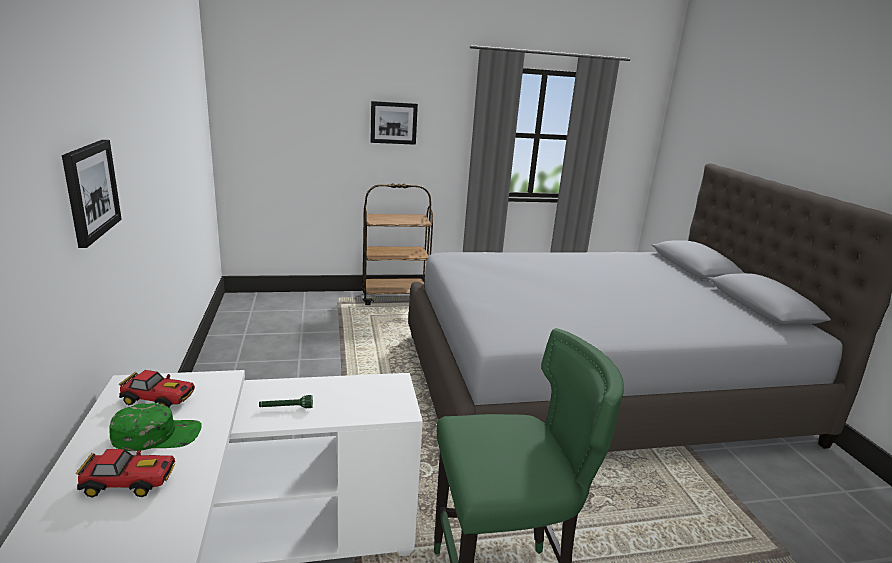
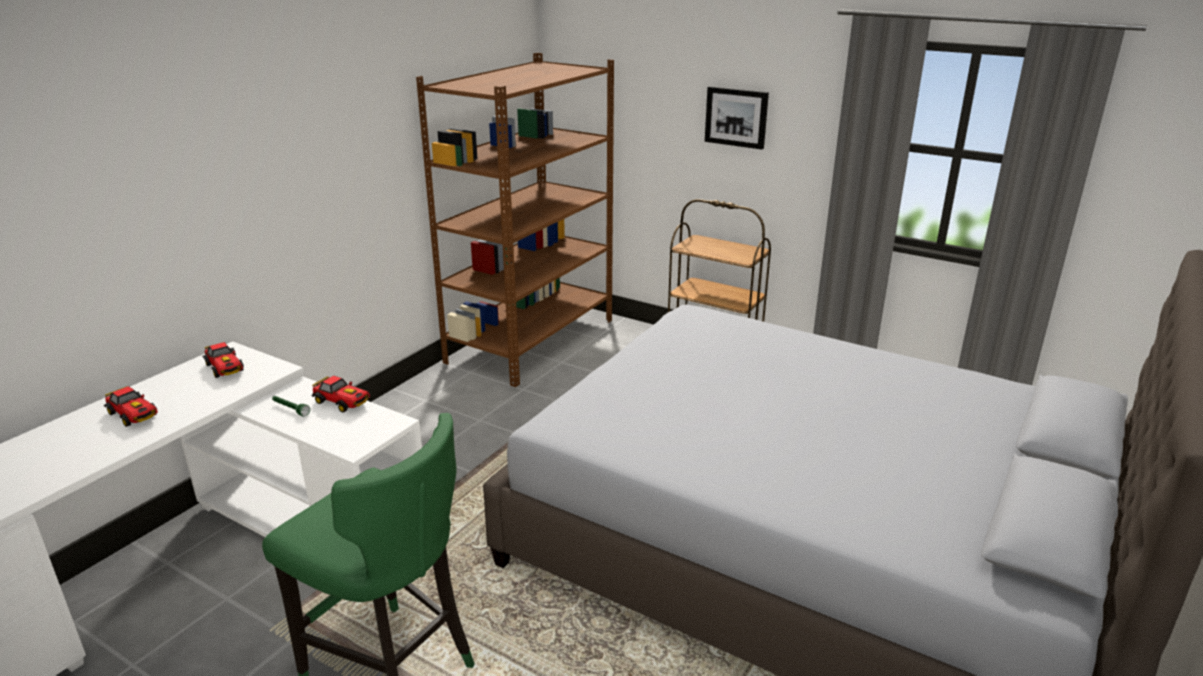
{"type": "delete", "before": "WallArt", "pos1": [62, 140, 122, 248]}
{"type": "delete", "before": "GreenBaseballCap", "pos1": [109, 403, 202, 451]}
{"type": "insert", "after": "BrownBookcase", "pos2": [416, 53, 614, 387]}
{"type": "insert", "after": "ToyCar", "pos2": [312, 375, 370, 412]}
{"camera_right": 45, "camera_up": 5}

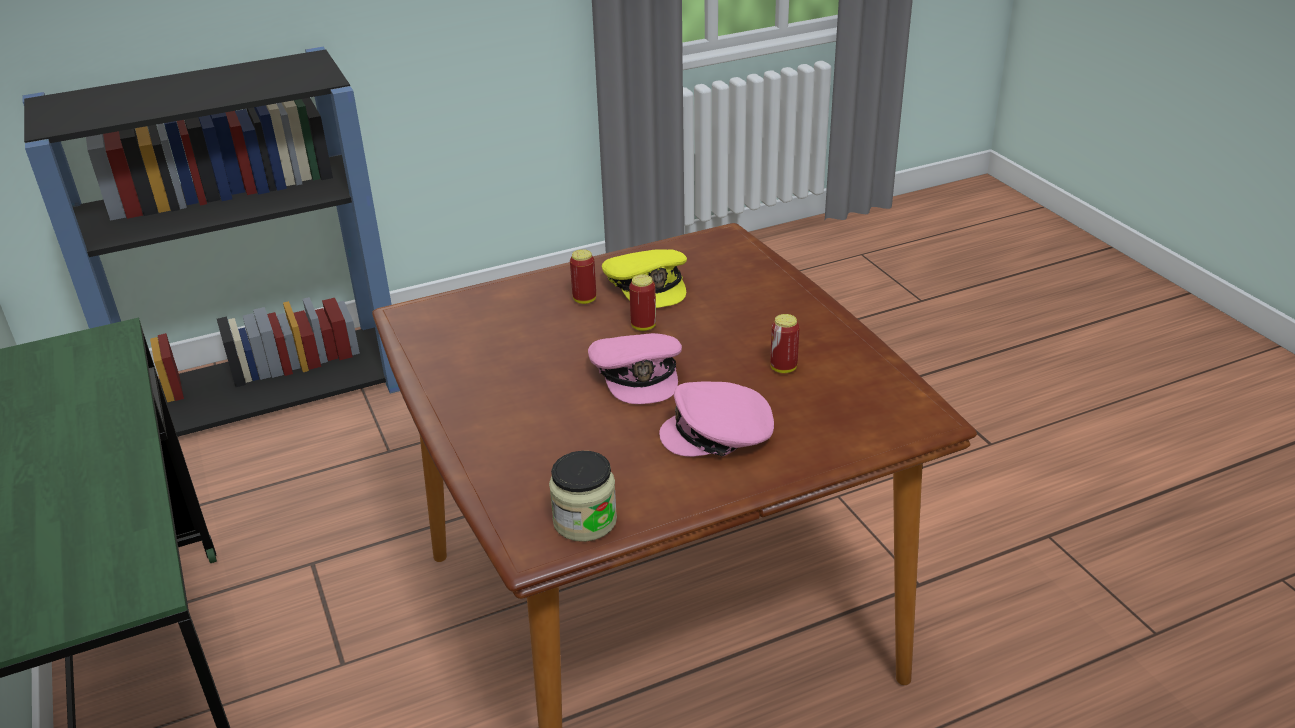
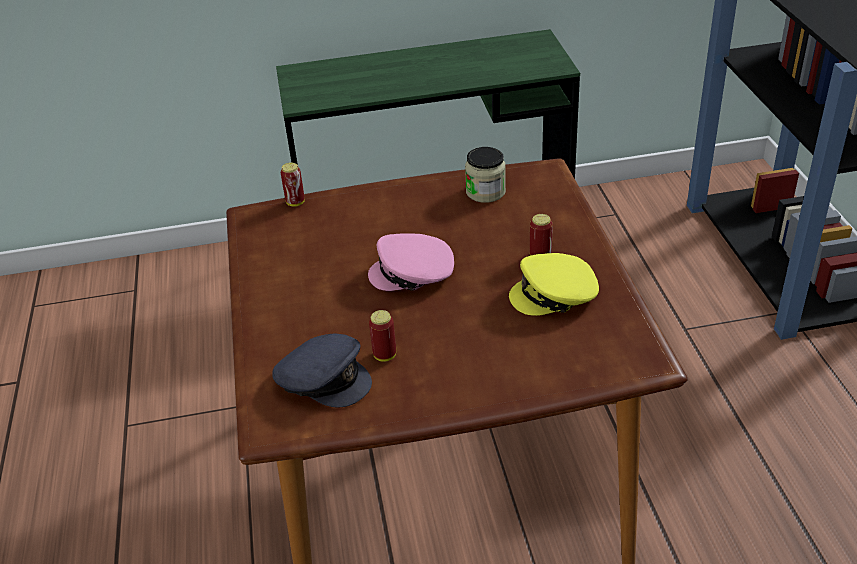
{"type": "move", "before": "MetalCan", "pos1": [629, 275, 656, 331], "pos2": [281, 163, 305, 207]}
{"type": "delete", "before": "PinkishBaseballCap", "pos1": [659, 381, 774, 457]}
{"type": "move", "before": "PreserveJar", "pos1": [549, 451, 617, 542], "pos2": [465, 147, 506, 203]}
{"type": "insert", "after": "GreyishBaseballCap", "pos2": [272, 334, 372, 408]}
{"camera_right": 105, "camera_up": 5}

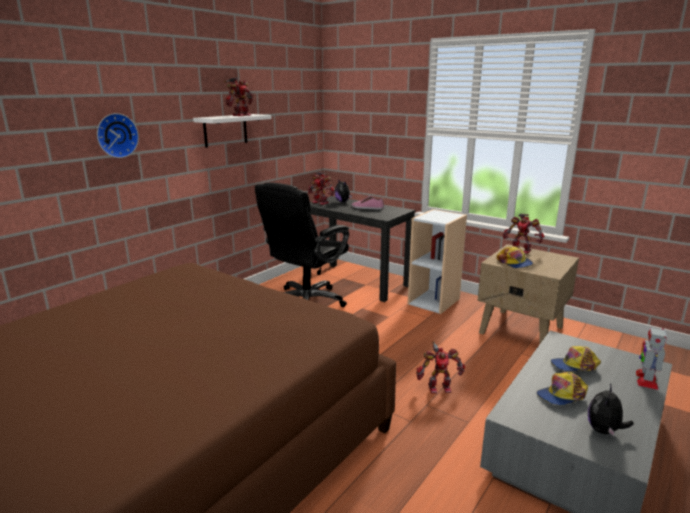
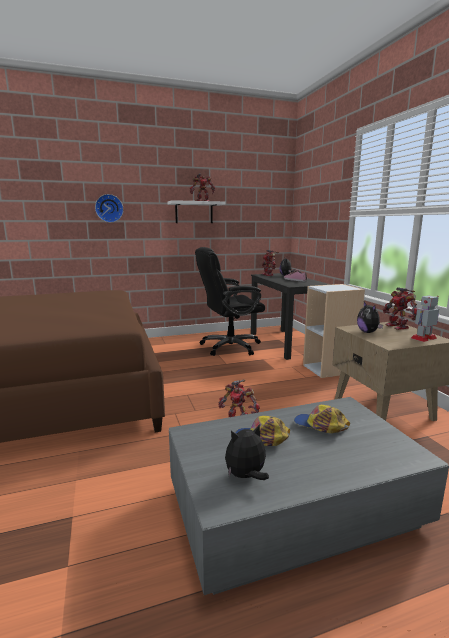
{"type": "replace", "before": "BaseballCap", "after": "SoftToy", "pos1": [497, 246, 533, 268], "pos2": [357, 302, 383, 333]}
{"type": "move", "before": "ToyRobot", "pos1": [636, 328, 667, 390], "pos2": [411, 296, 439, 342]}
{"camera_right": 35, "camera_up": -5}

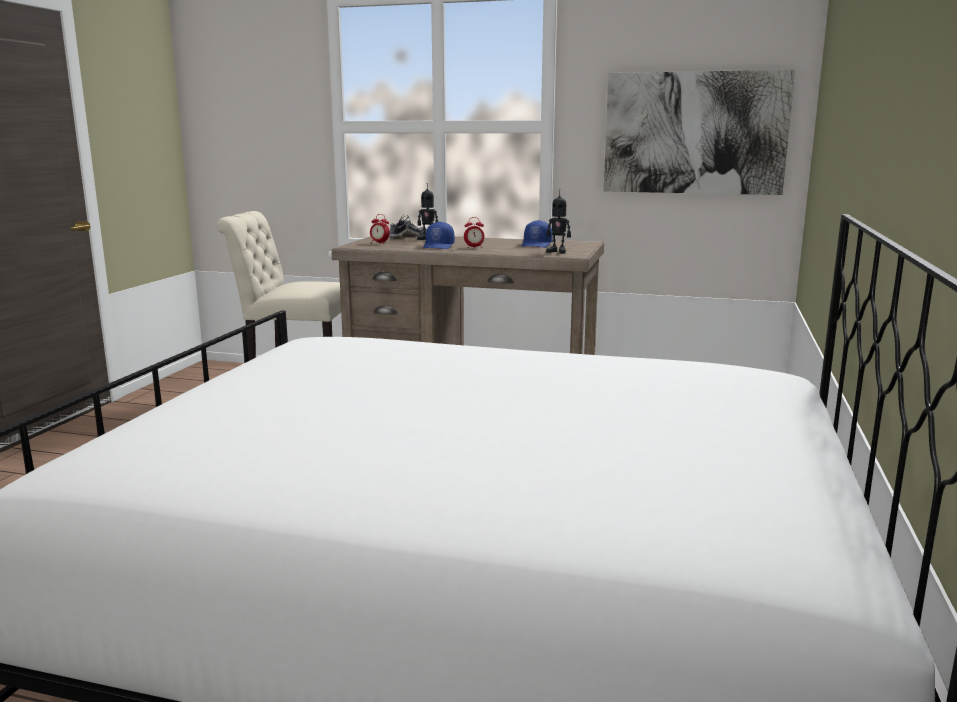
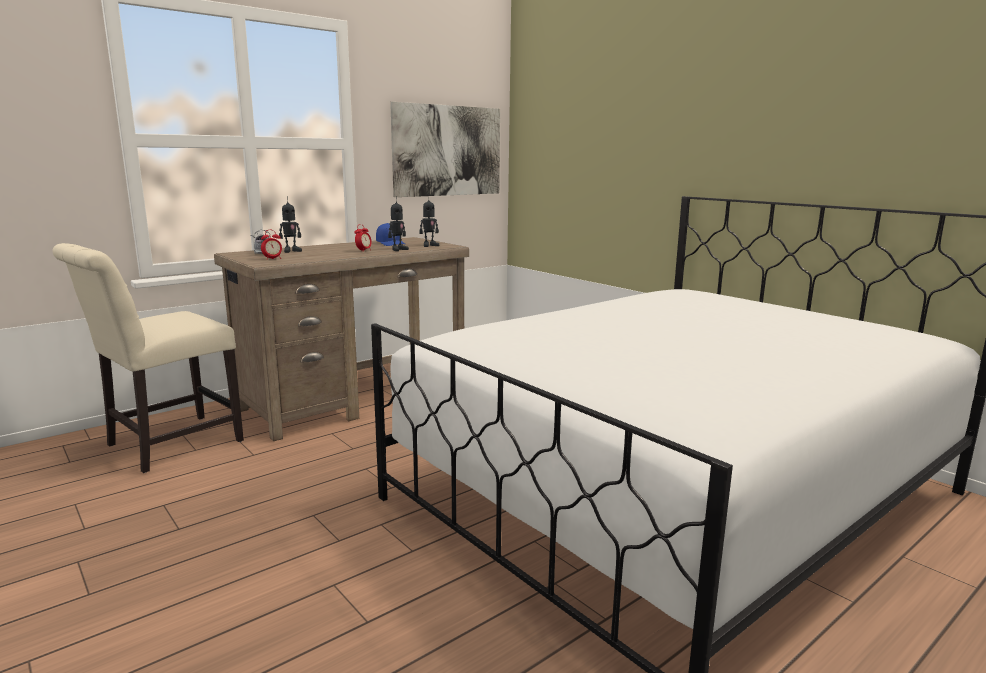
{"type": "delete", "before": "BluishBaseballCap", "pos1": [423, 221, 455, 249]}
{"type": "insert", "after": "ToyRobot", "pos2": [388, 196, 409, 251]}
{"camera_right": -55, "camera_up": 0}

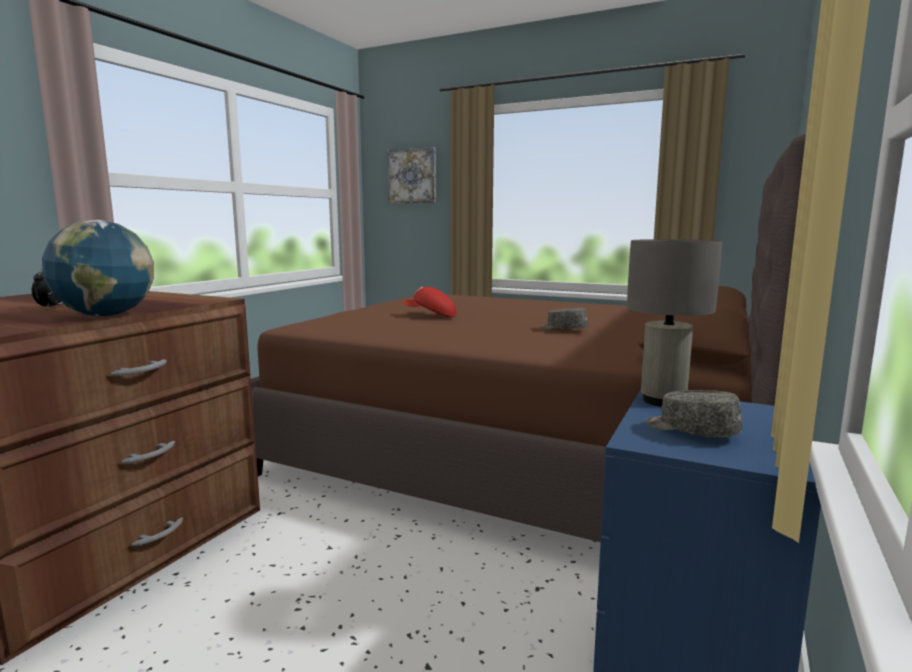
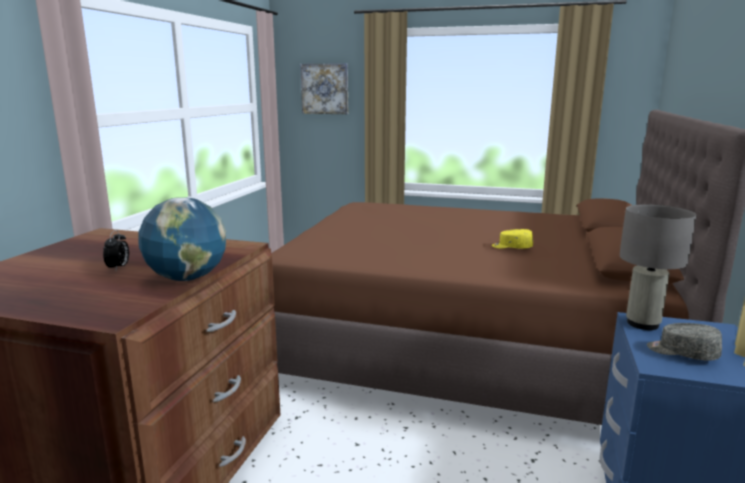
{"type": "delete", "before": "RedColouredBaseballCap", "pos1": [403, 287, 457, 317]}
{"type": "recolor", "before": "GreyishBaseballCap", "after": "YellowColouredBaseballCap", "pos1": [539, 308, 588, 330], "pos2": [492, 229, 533, 249]}
{"camera_right": -10, "camera_up": 5}

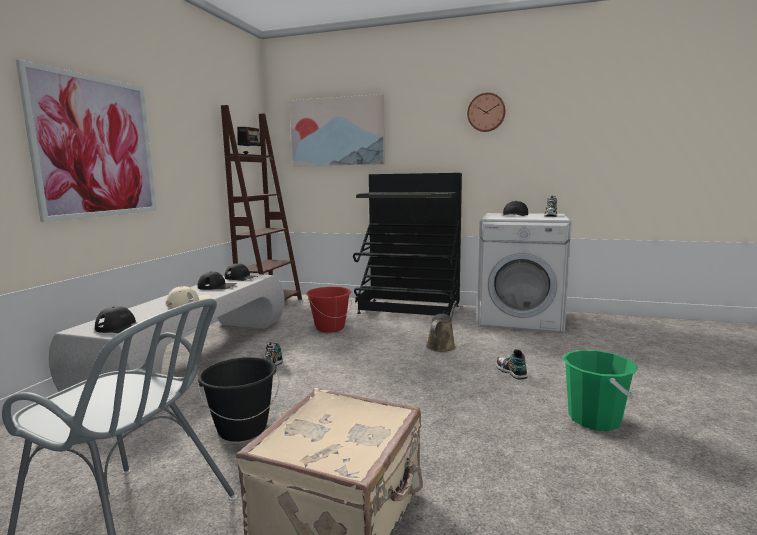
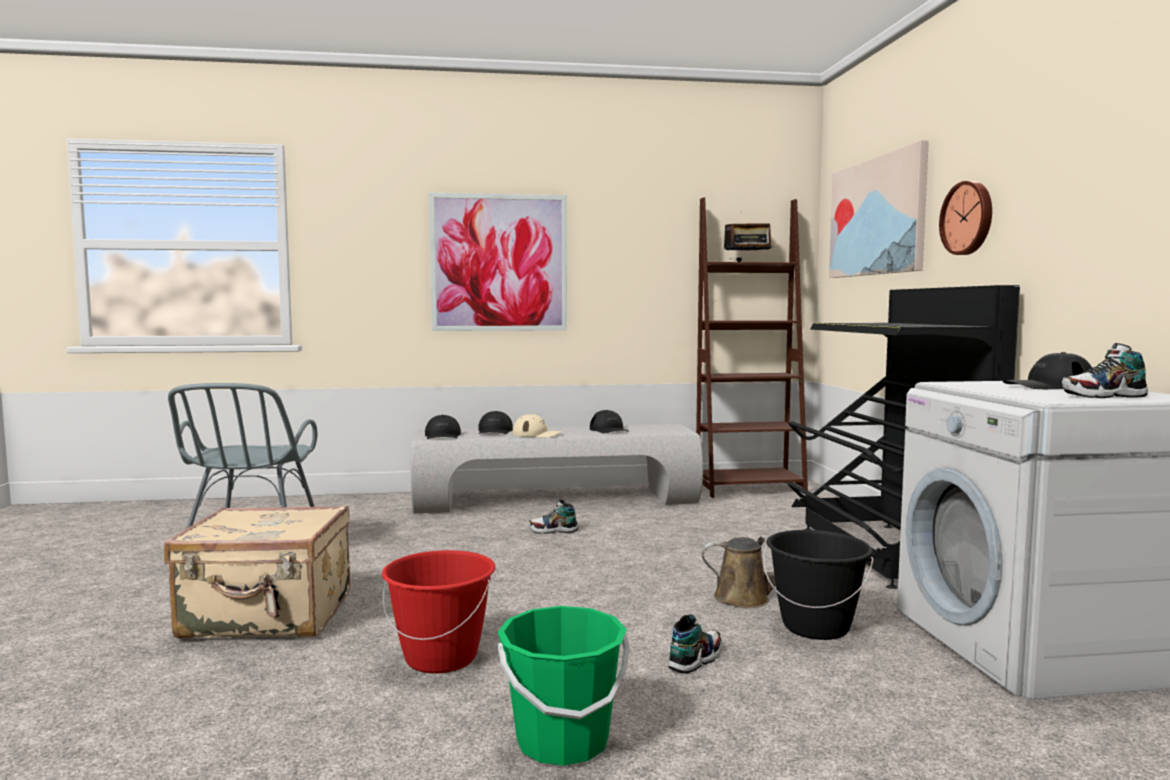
{"type": "move", "before": "ClockOnTheWall", "pos1": [467, 93, 506, 132], "pos2": [939, 181, 992, 255]}
{"type": "move", "before": "BlackColouredBaseballCap", "pos1": [225, 263, 258, 281], "pos2": [478, 411, 513, 434]}
{"type": "move", "before": "RedColouredWaterBucket", "pos1": [306, 287, 352, 333], "pos2": [382, 550, 496, 674]}
{"type": "move", "before": "BlackColouredWaterBucket", "pos1": [197, 357, 279, 442], "pos2": [763, 530, 874, 640]}
{"camera_right": 65, "camera_up": -5}

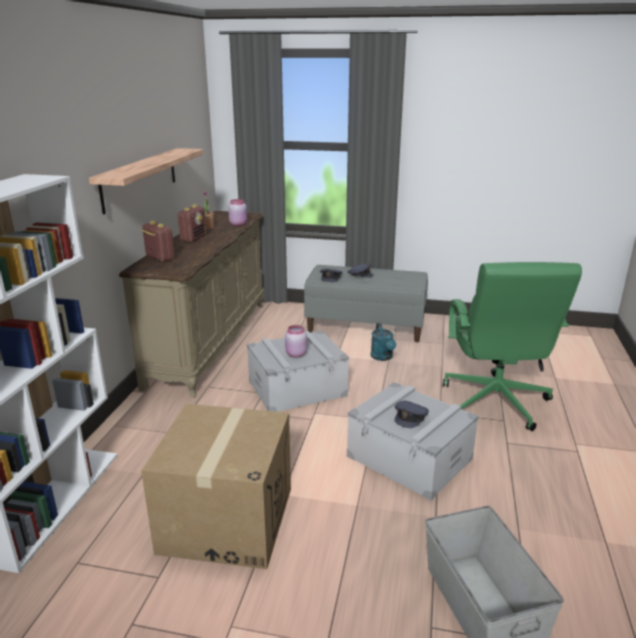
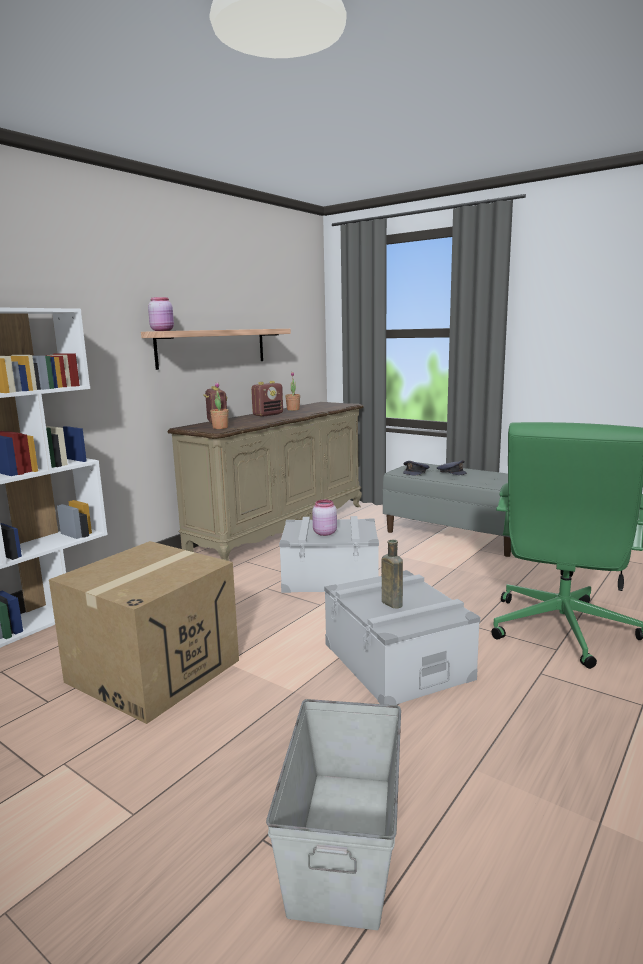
{"type": "move", "before": "PinkishPreserveJar", "pos1": [228, 199, 247, 226], "pos2": [148, 297, 174, 331]}
{"type": "delete", "before": "TurquoiseWateringCan", "pos1": [371, 323, 396, 361]}
{"type": "replace", "before": "GreyishBaseballCap", "after": "BrownBeverageBottle", "pos1": [395, 401, 429, 428], "pos2": [382, 540, 403, 608]}
{"type": "insert", "after": "PlantInAPot", "pos2": [210, 383, 228, 429]}
{"camera_right": 25, "camera_up": -10}

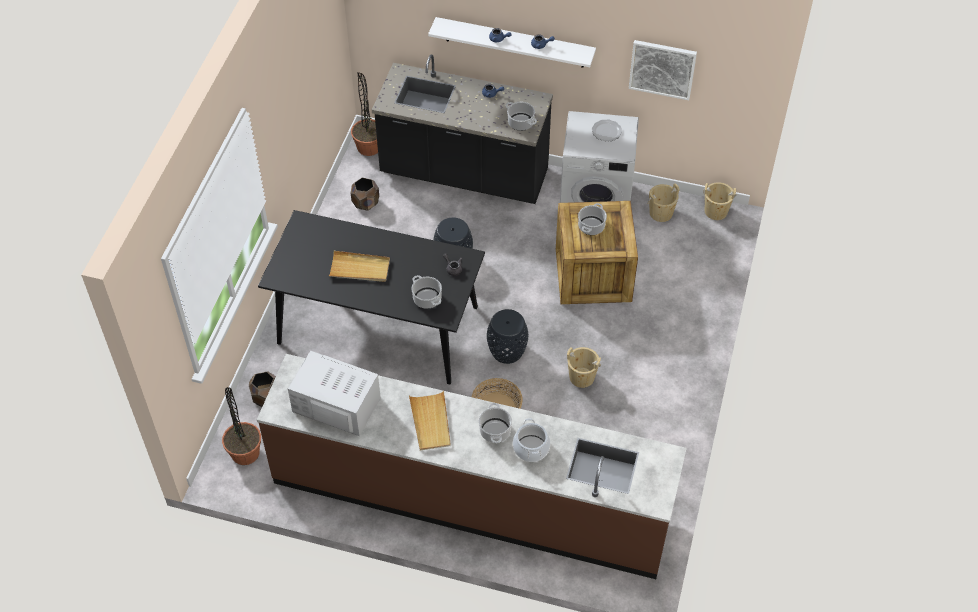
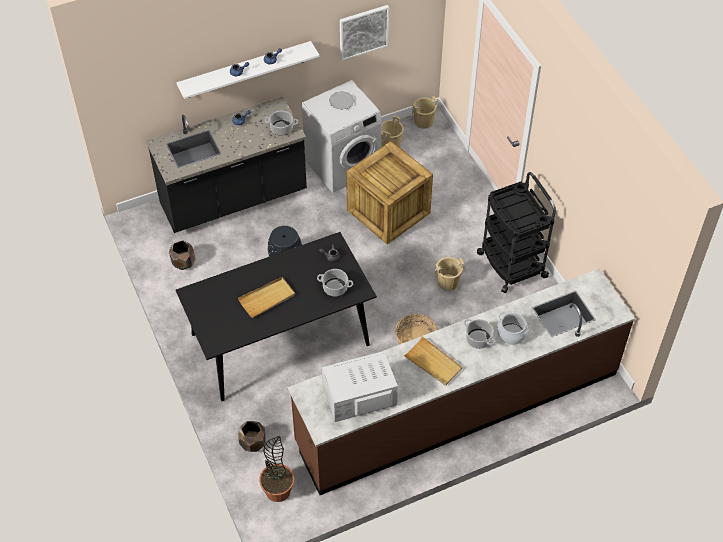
{"type": "delete", "before": "PlantInAPot", "pos1": [351, 72, 378, 156]}
{"type": "delete", "before": "Saucepot", "pos1": [578, 203, 607, 235]}
{"type": "delete", "before": "BlackColouredStoolSeat", "pos1": [487, 309, 528, 364]}
{"type": "insert", "after": "BlackColouredTrolley", "pos2": [477, 172, 556, 293]}
{"camera_right": -40, "camera_up": 0}

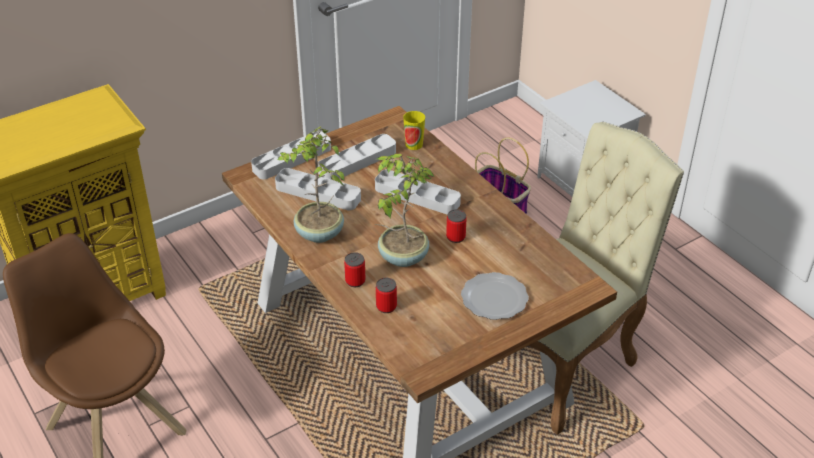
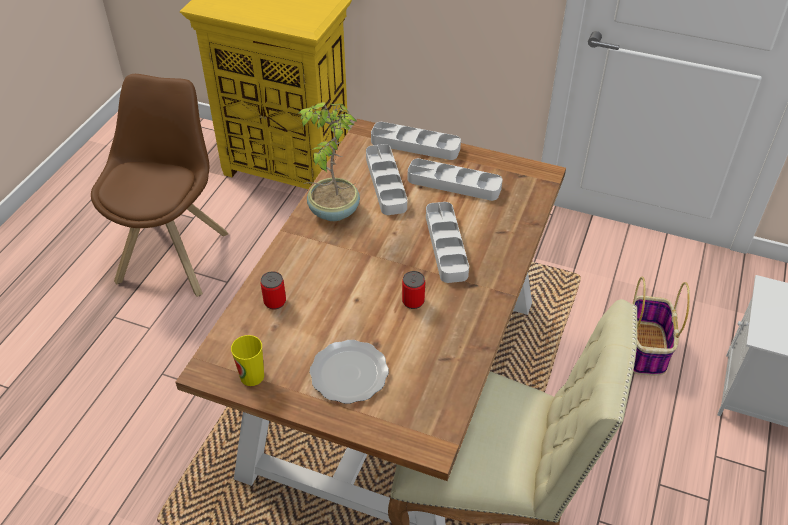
{"type": "move", "before": "Cup", "pos1": [403, 111, 425, 150], "pos2": [231, 335, 264, 386]}
{"type": "delete", "before": "PlantInAPot", "pos1": [374, 154, 435, 267]}
{"type": "delete", "before": "MetalCan", "pos1": [344, 252, 366, 287]}
{"camera_right": 55, "camera_up": 5}

